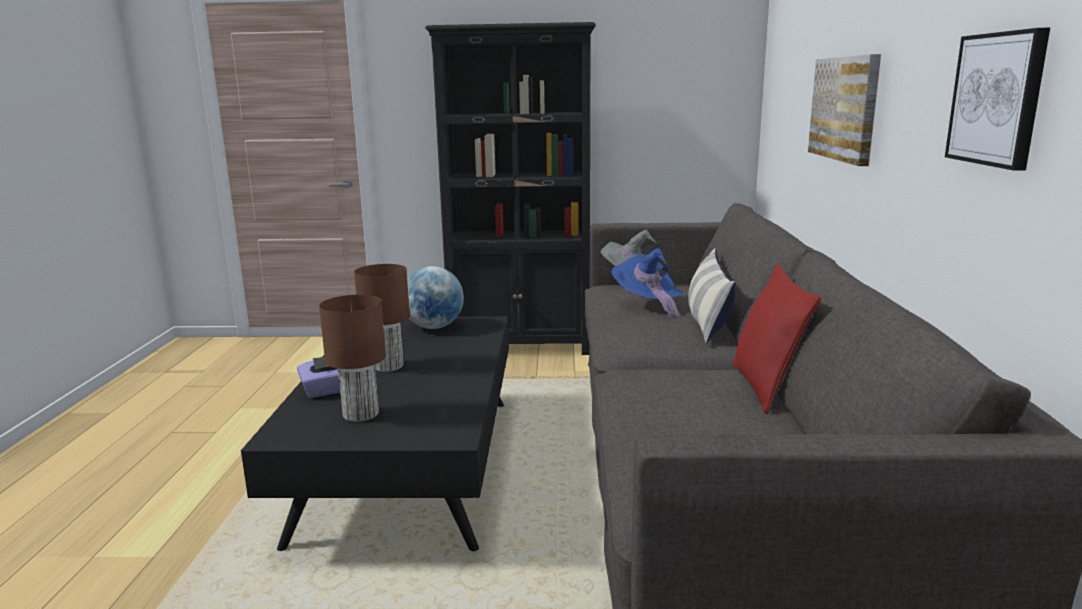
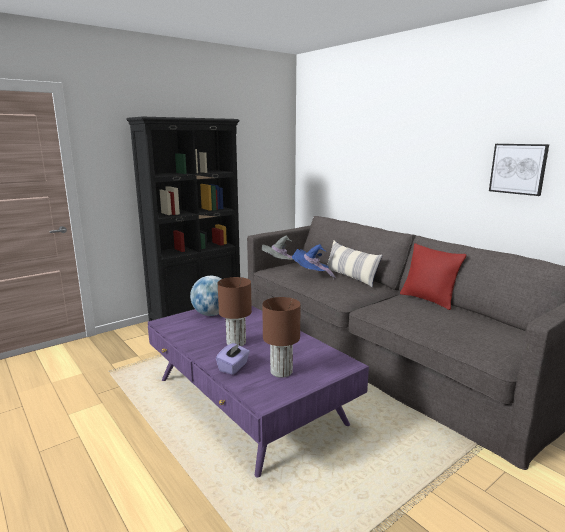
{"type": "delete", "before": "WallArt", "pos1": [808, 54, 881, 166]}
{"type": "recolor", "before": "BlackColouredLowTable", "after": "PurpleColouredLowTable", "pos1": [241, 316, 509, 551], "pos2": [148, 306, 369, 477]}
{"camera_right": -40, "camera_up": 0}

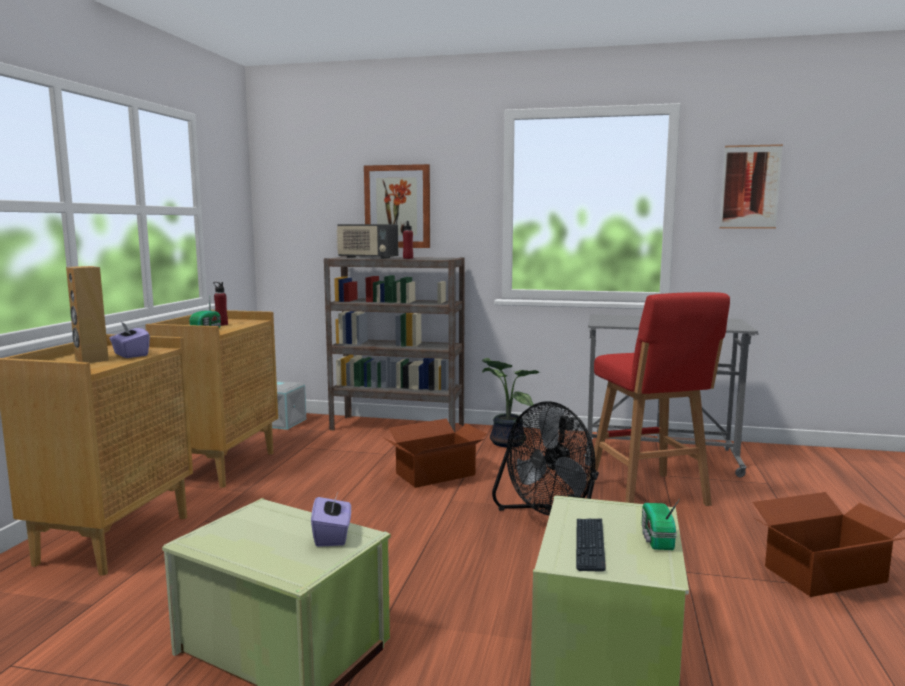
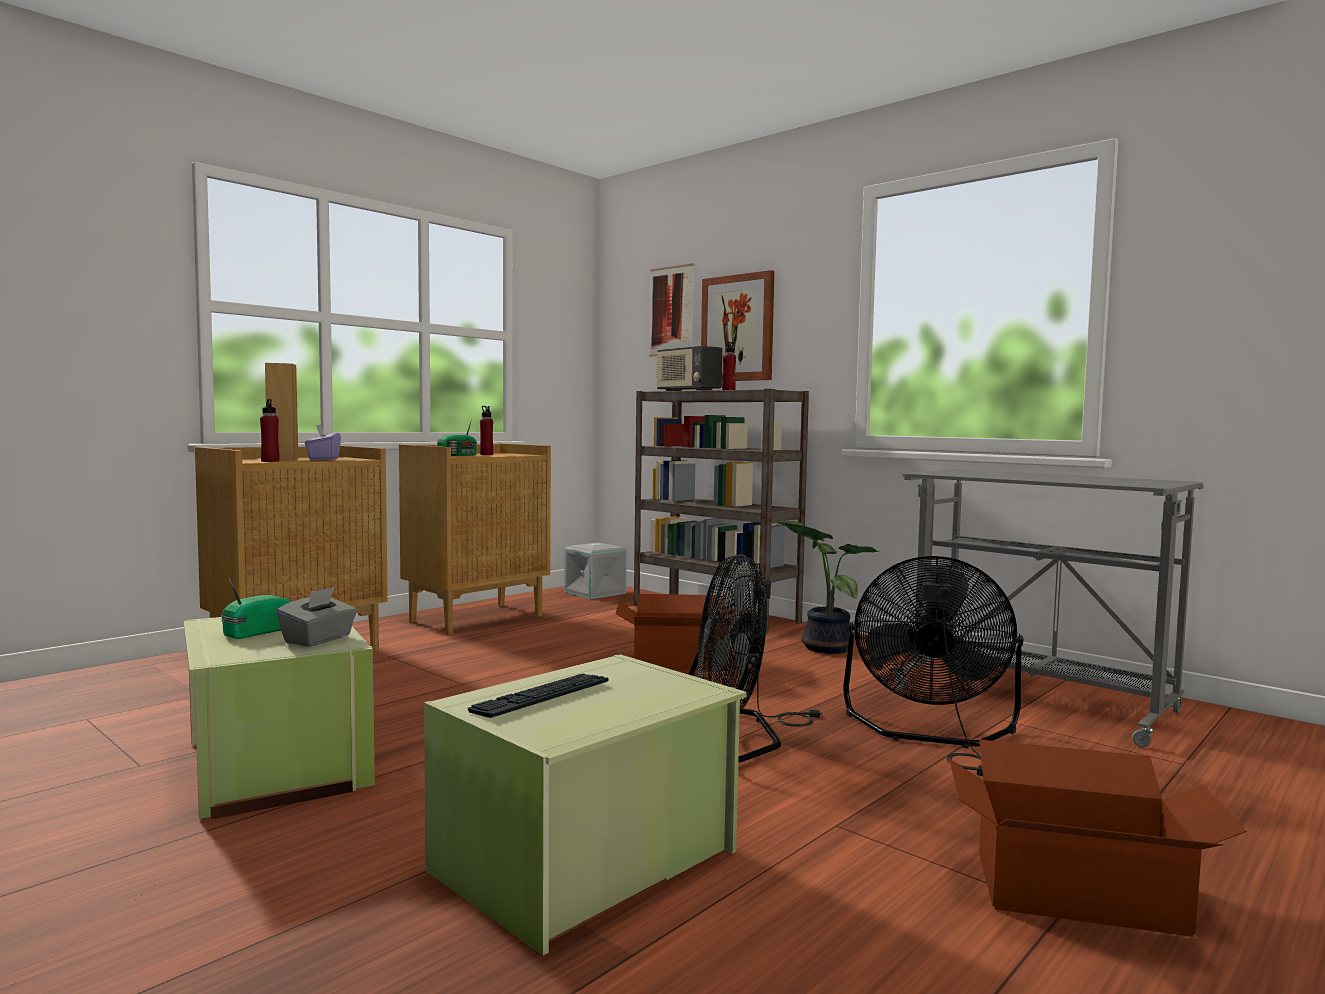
{"type": "move", "before": "WallArt", "pos1": [719, 144, 783, 229], "pos2": [649, 263, 694, 357]}
{"type": "replace", "before": "RedColouredStoolSeat", "after": "BlackColouredFan", "pos1": [588, 292, 730, 506], "pos2": [843, 556, 1023, 776]}
{"type": "recolor", "before": "PurpleColouredTissueHolder", "after": "GreyishTissueHolder", "pos1": [311, 490, 351, 547], "pos2": [277, 587, 357, 647]}
{"type": "move", "before": "Radio", "pos1": [642, 499, 680, 550], "pos2": [221, 578, 291, 639]}
{"type": "insert", "after": "RedColouredBeverageBottle", "pos2": [260, 399, 280, 462]}
{"camera_right": 30, "camera_up": -5}

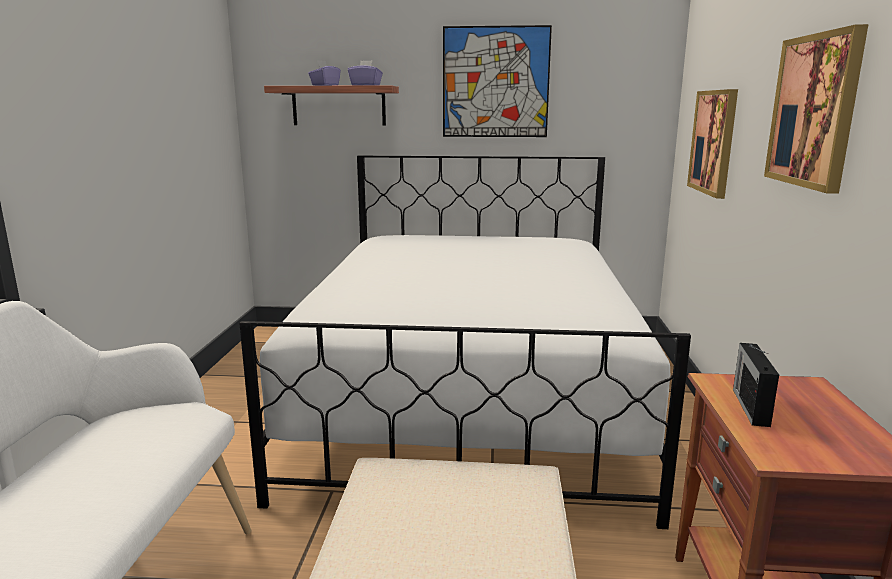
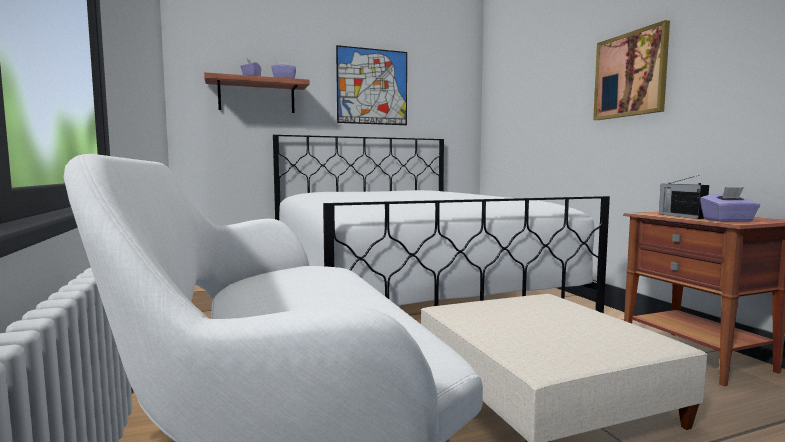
{"type": "delete", "before": "WallArt", "pos1": [687, 89, 738, 199]}
{"type": "insert", "after": "PurpleColouredTissueHolder", "pos2": [700, 187, 760, 222]}
{"camera_right": -25, "camera_up": -10}

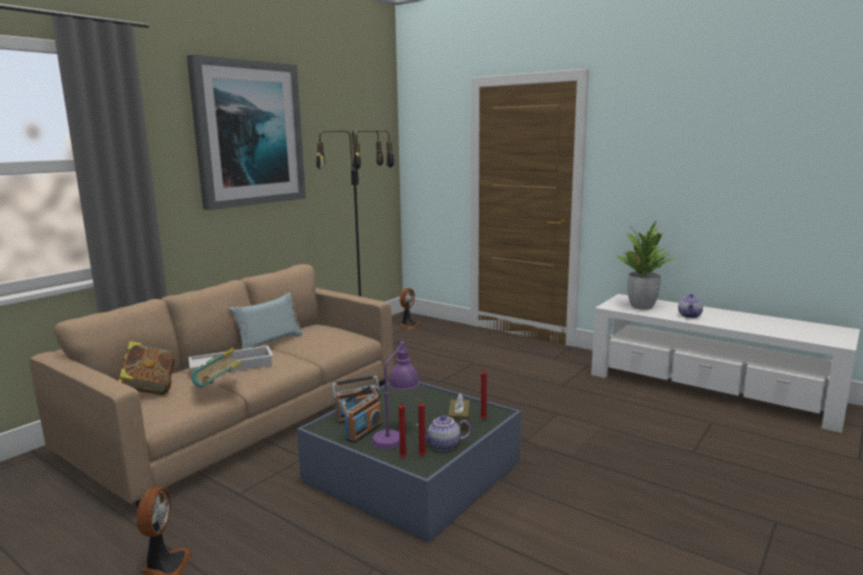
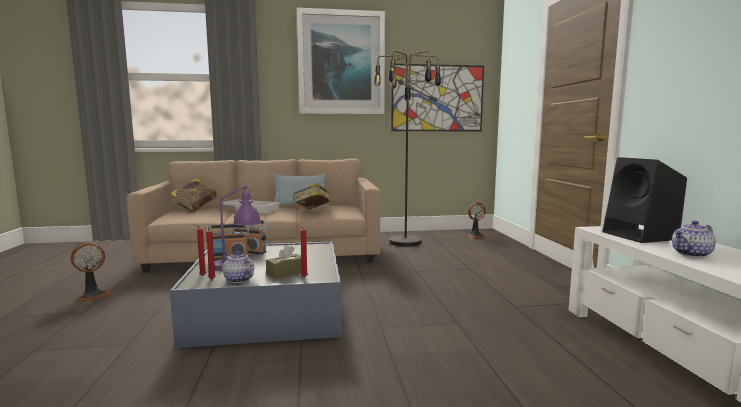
{"type": "replace", "before": "PlantInAPot", "after": "BlackColouredSpeaker", "pos1": [616, 221, 676, 310], "pos2": [603, 157, 687, 243]}
{"type": "move", "before": "Volume", "pos1": [191, 348, 243, 388], "pos2": [292, 182, 333, 209]}
{"type": "insert", "after": "WallArt", "pos2": [391, 64, 484, 131]}
{"camera_right": 45, "camera_up": -5}

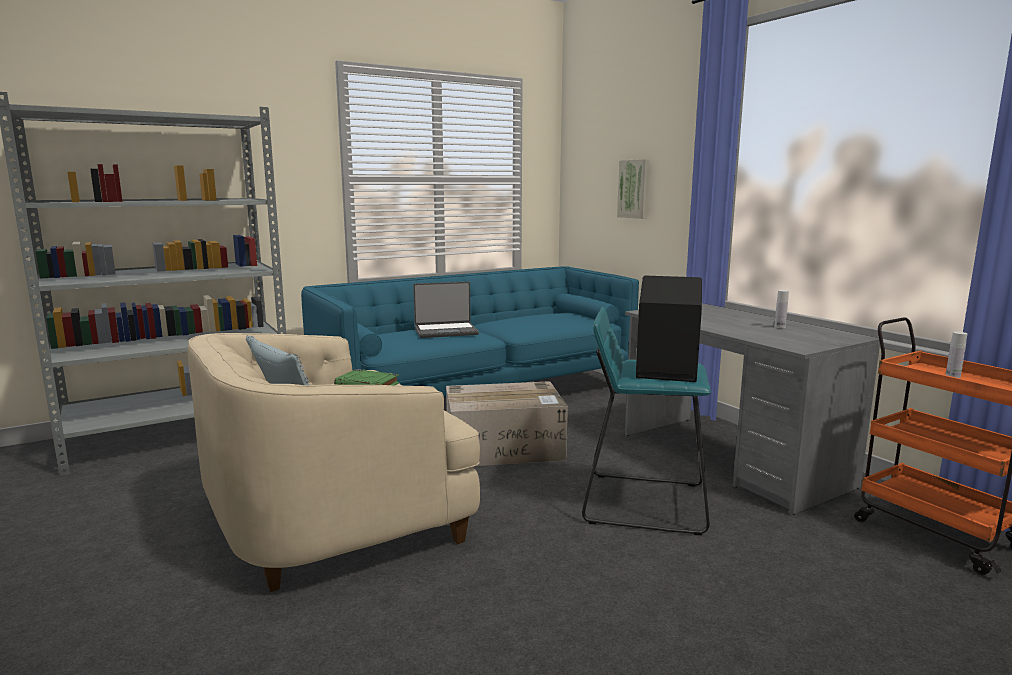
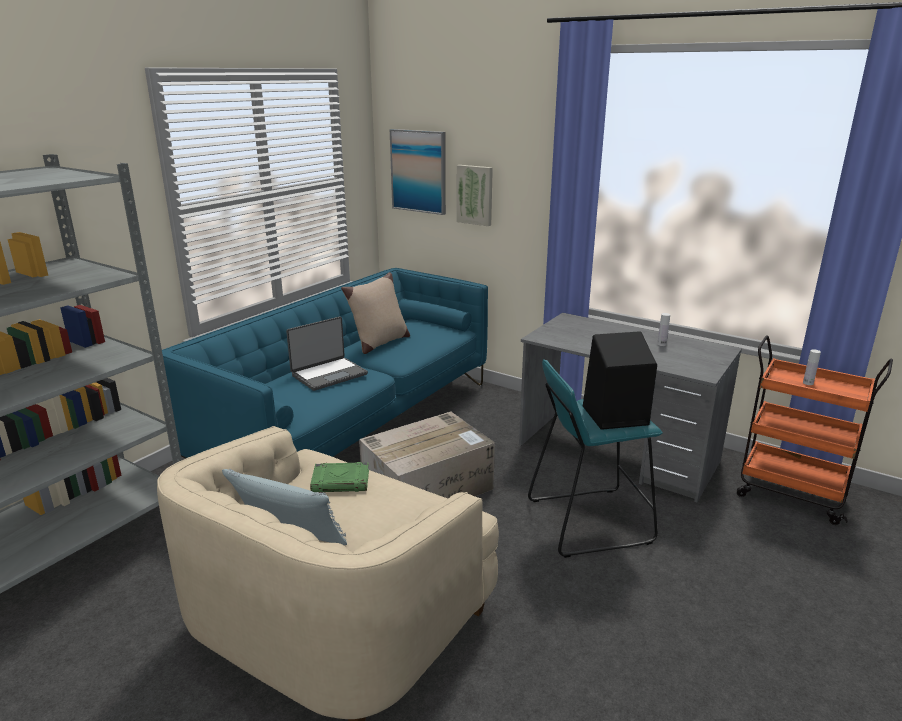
{"type": "insert", "after": "WallArt", "pos2": [390, 129, 446, 215]}
{"type": "insert", "after": "BeigeColouredPillow", "pos2": [341, 272, 410, 354]}
{"camera_right": -25, "camera_up": 10}

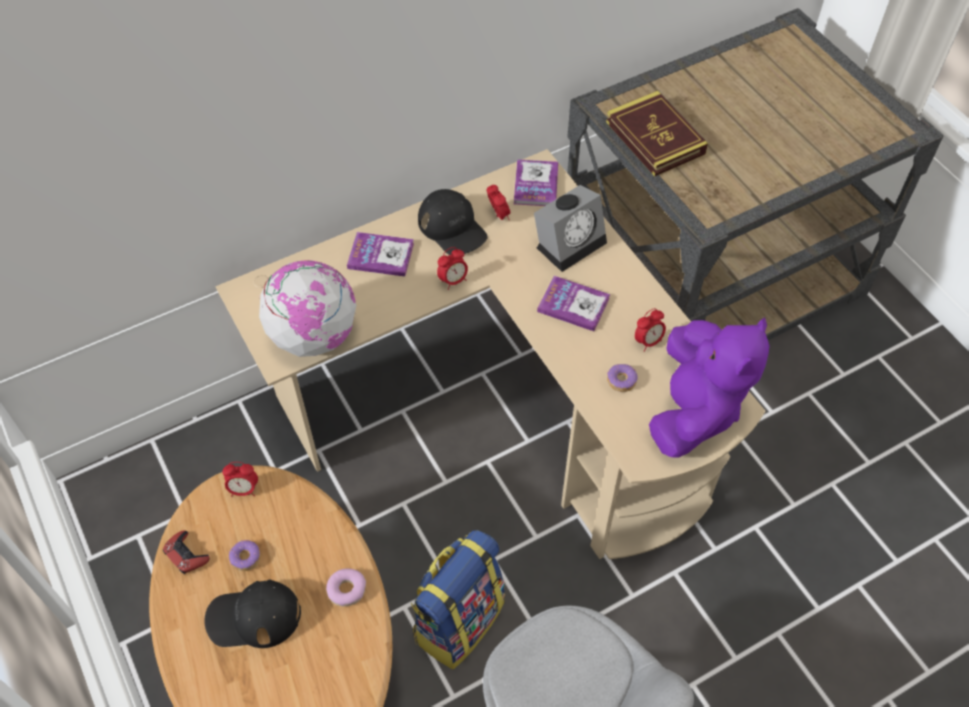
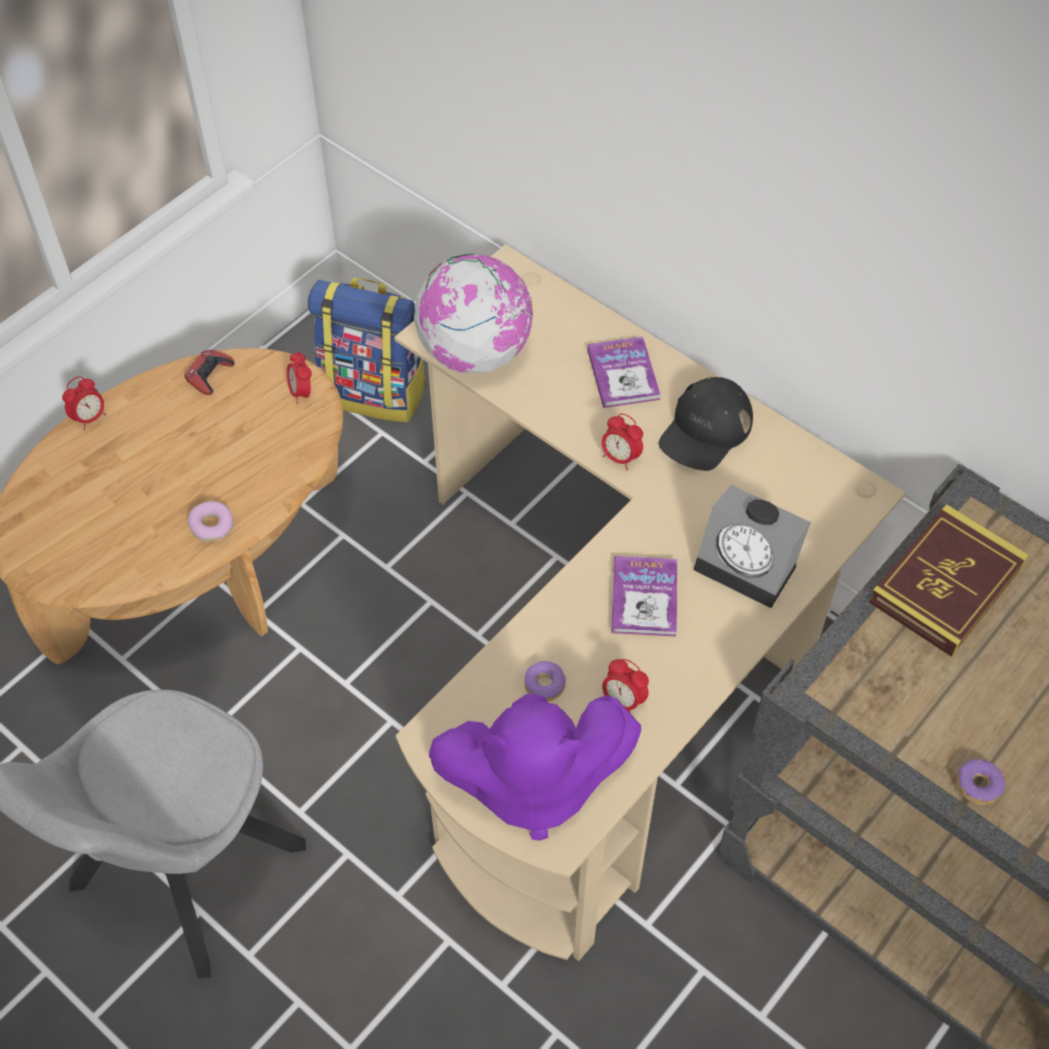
{"type": "delete", "before": "Volume", "pos1": [514, 159, 558, 206]}
{"type": "move", "before": "AlarmClock", "pos1": [486, 185, 511, 220], "pos2": [62, 376, 106, 430]}
{"type": "move", "before": "Knapsack", "pos1": [411, 530, 505, 670], "pos2": [308, 277, 427, 422]}
{"type": "move", "before": "Donut", "pos1": [229, 540, 261, 571], "pos2": [956, 759, 1005, 805]}
{"type": "delete", "before": "BlackColouredBaseballCap", "pos1": [204, 579, 301, 648]}
{"camera_right": 70, "camera_up": 0}

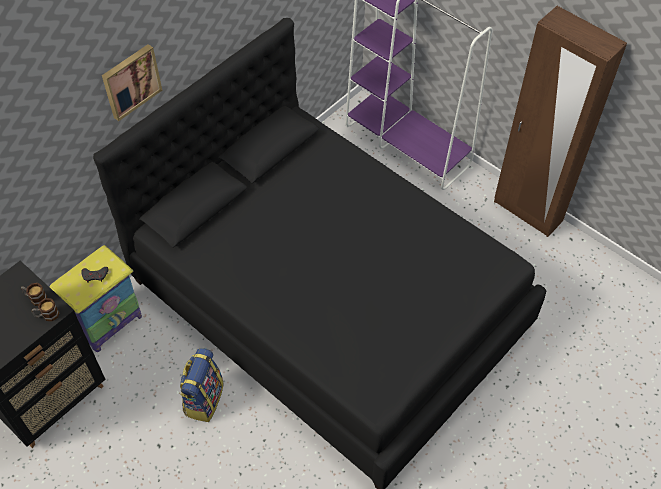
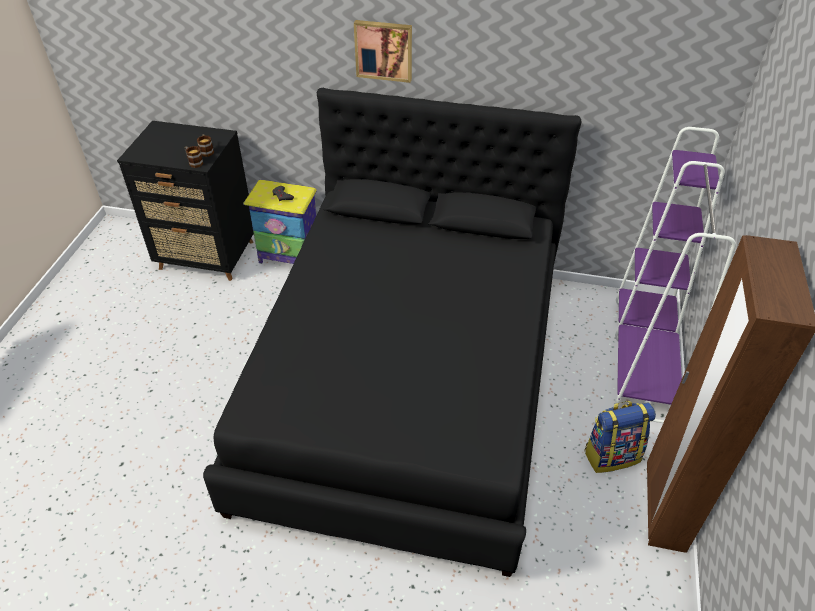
{"type": "move", "before": "Knapsack", "pos1": [180, 348, 224, 422], "pos2": [584, 401, 656, 473]}
{"camera_right": 60, "camera_up": -10}

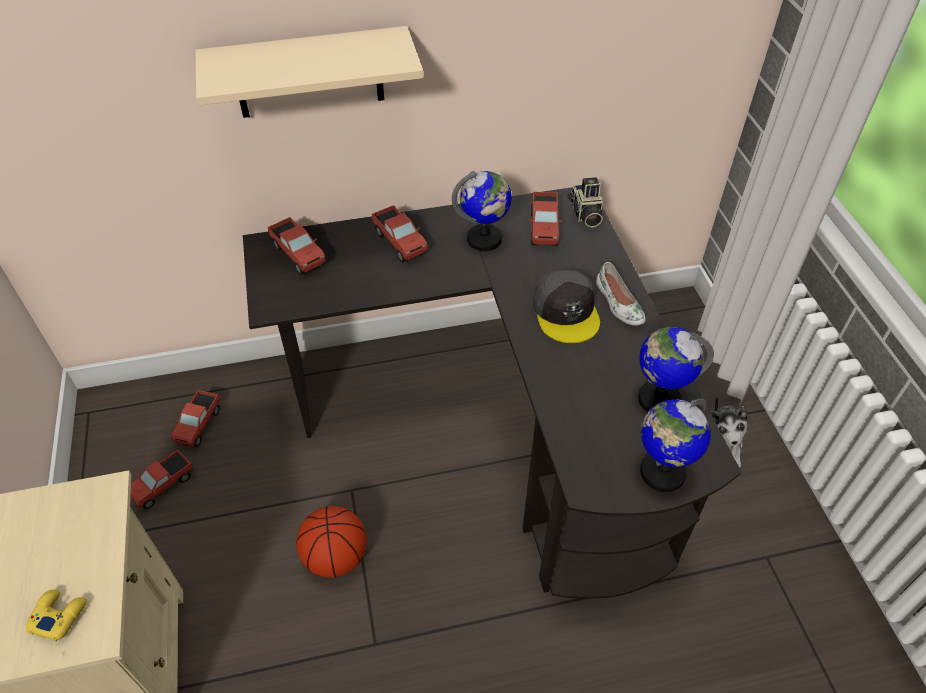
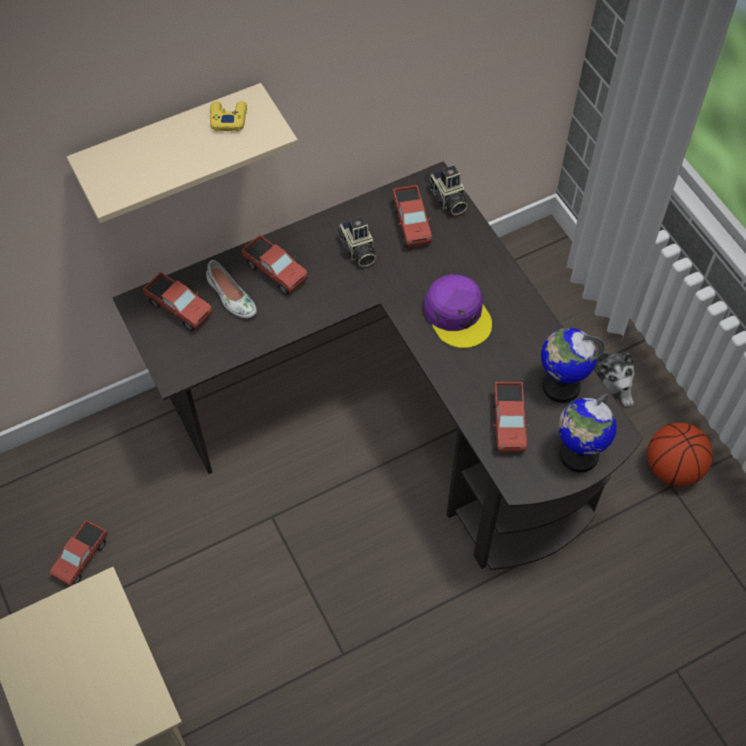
{"type": "replace", "before": "DeskGlobe", "after": "PhotoCamera", "pos1": [452, 171, 512, 251], "pos2": [338, 217, 376, 267]}
{"type": "move", "before": "WhiteColouredLowShoe", "pos1": [596, 262, 646, 326], "pos2": [206, 260, 257, 318]}
{"type": "recolor", "before": "GreyishBaseballCap", "after": "PurpleColouredBaseballCap", "pos1": [533, 270, 600, 343], "pos2": [424, 274, 492, 348]}
{"type": "move", "before": "ModelTruck", "pos1": [171, 390, 220, 447], "pos2": [493, 382, 530, 452]}
{"type": "move", "before": "BasketballBall", "pos1": [296, 506, 367, 578], "pos2": [647, 423, 713, 486]}
{"type": "move", "before": "YellowColouredGamepad", "pos1": [26, 590, 87, 641], "pos2": [210, 101, 247, 131]}
{"camera_right": -15, "camera_up": 10}

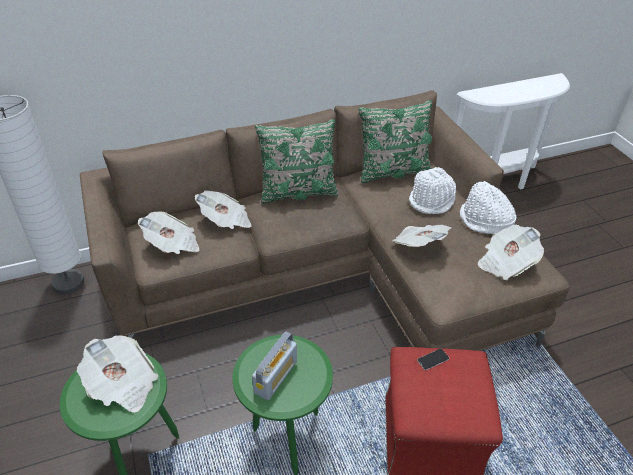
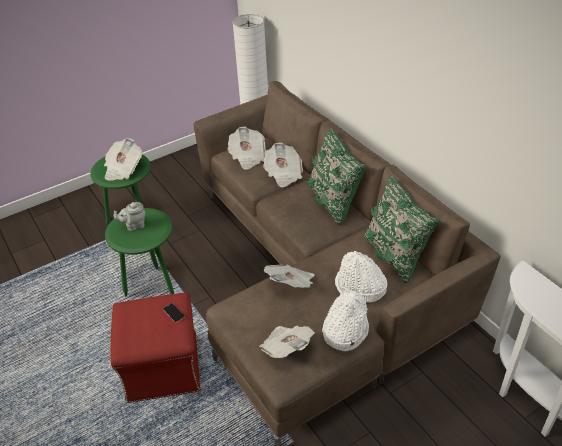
{"type": "replace", "before": "Radio", "after": "GreyishTeaPot", "pos1": [252, 331, 297, 400], "pos2": [114, 202, 146, 231]}
{"camera_right": 80, "camera_up": 0}

